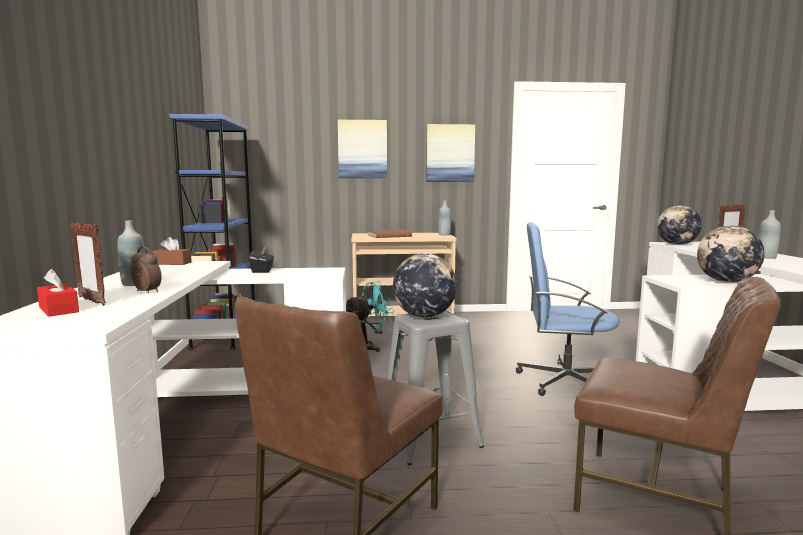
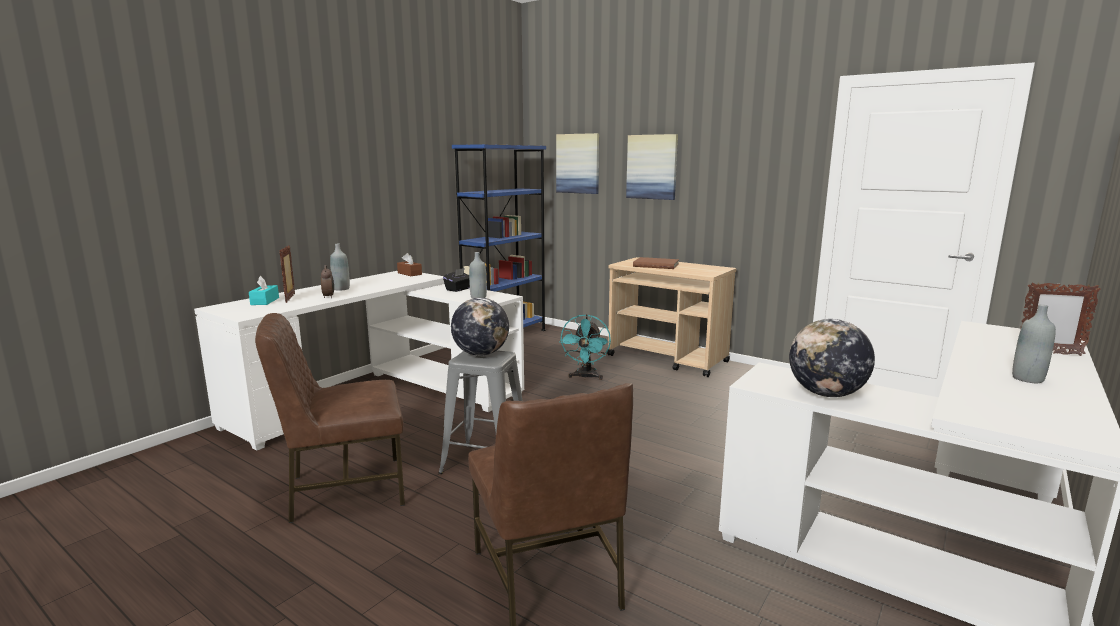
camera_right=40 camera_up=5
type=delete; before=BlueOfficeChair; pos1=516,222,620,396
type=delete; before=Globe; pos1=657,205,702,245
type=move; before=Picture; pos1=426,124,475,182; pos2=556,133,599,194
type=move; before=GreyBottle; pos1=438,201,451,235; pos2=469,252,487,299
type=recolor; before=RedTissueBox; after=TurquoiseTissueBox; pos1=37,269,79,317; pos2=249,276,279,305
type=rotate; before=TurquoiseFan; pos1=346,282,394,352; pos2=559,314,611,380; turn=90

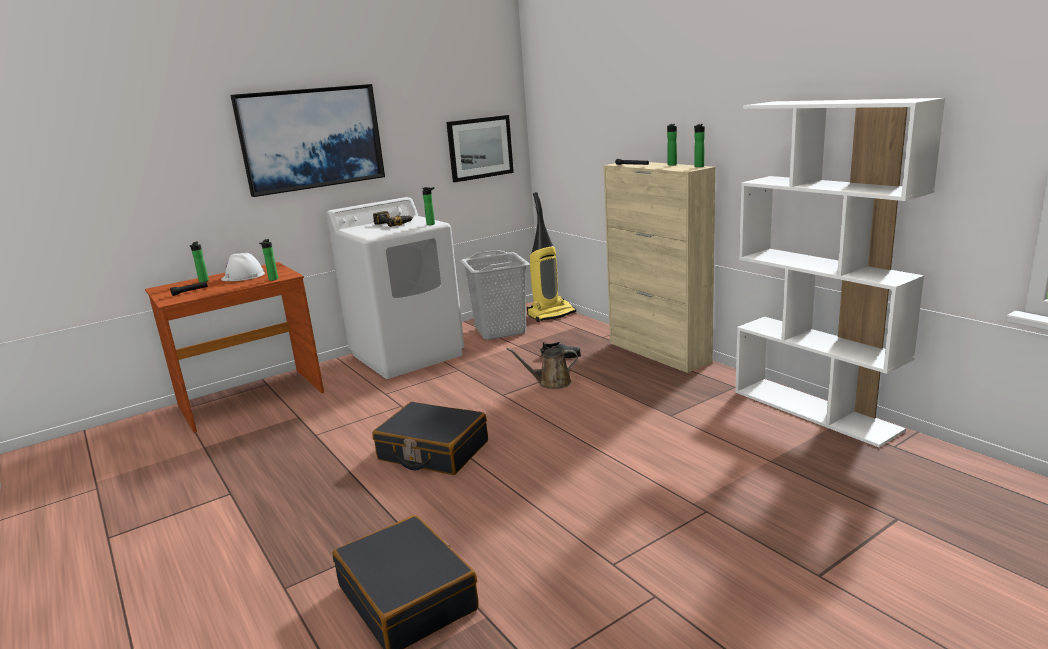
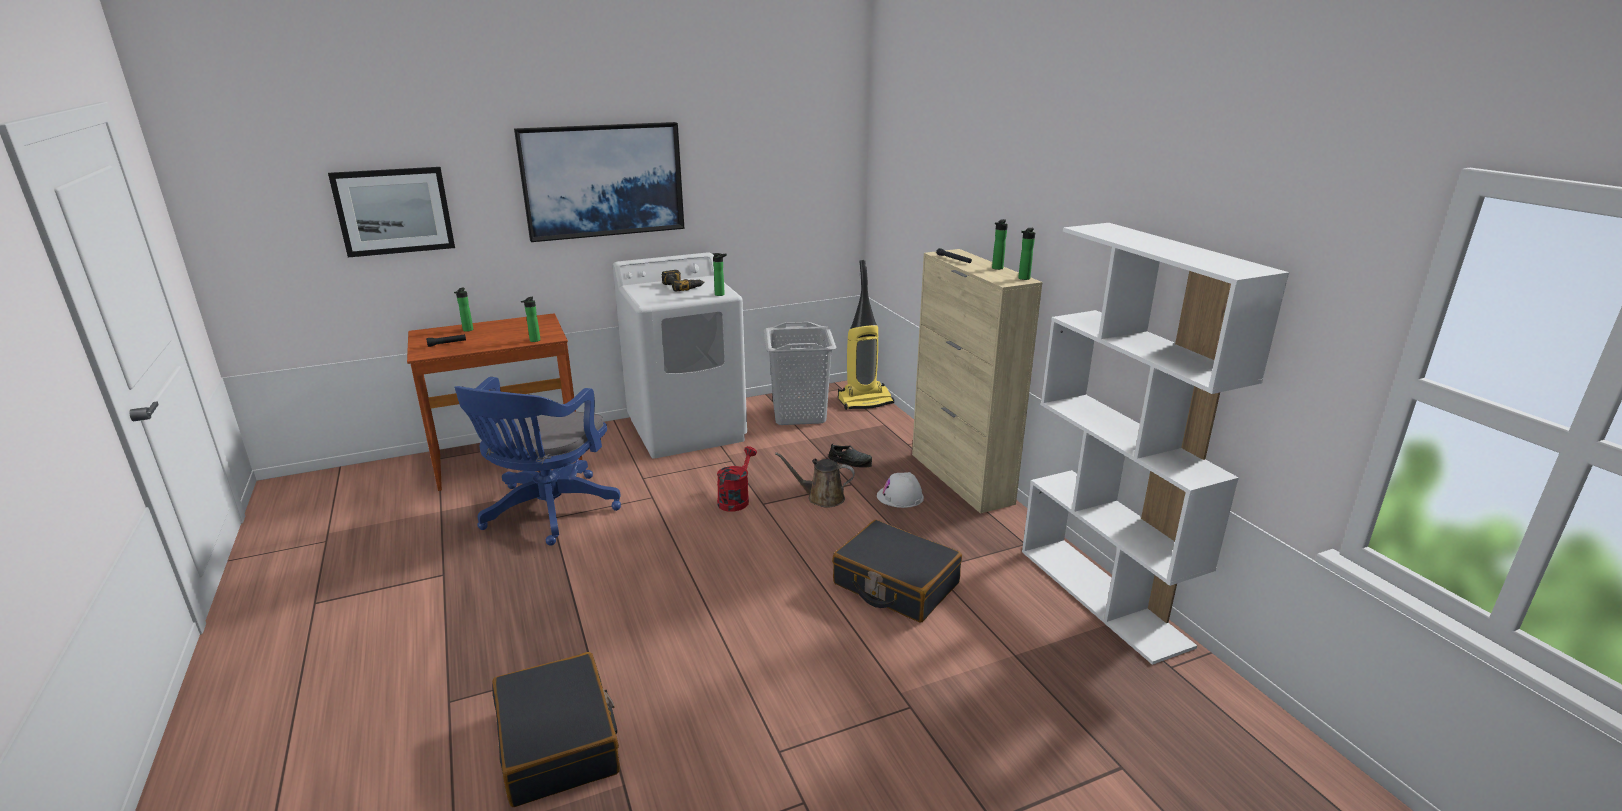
camera_right=10 camera_up=5
type=insert; after=BlueOfficeChair; pos2=454,377,621,546
type=insert; after=RedWateringCan; pos2=717,446,757,512
type=move; before=WhiteHardHat; pos1=221,253,265,281; pos2=877,472,924,508
type=move; before=BlackSuitcase; pos1=372,402,488,475; pos2=832,520,962,622
type=move; before=Picture; pos1=446,115,514,182; pos2=328,167,455,257

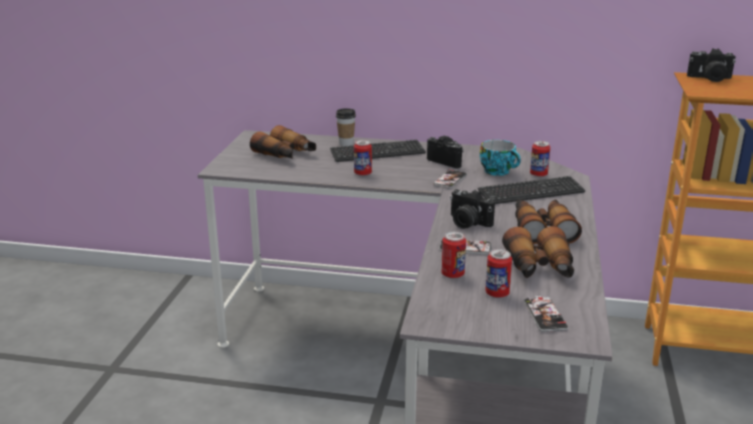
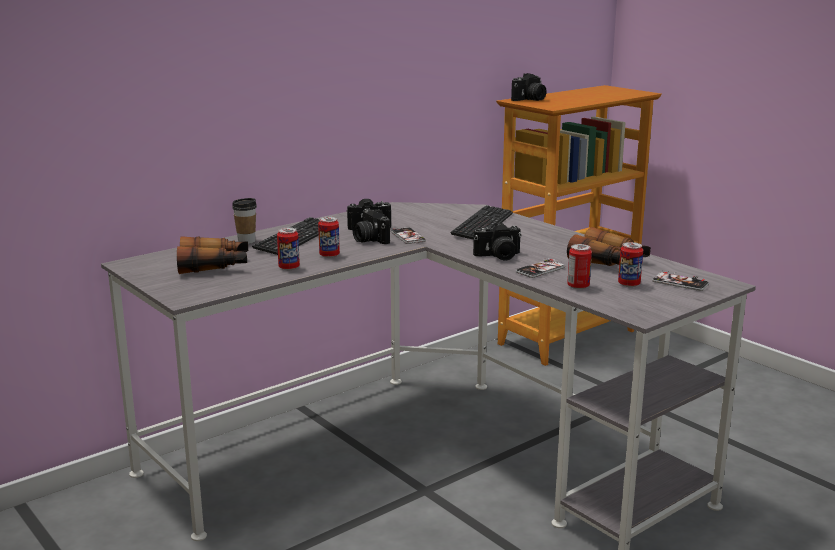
camera_right=-50 camera_up=-5
type=delete; before=Cup; pos1=480,140,521,176
type=delete; before=Binoculars; pos1=515,199,582,244
type=insert; after=PhotoCamera; pos2=353,208,390,244
type=move; before=Can; pos1=530,141,550,177; pos2=277,228,300,270

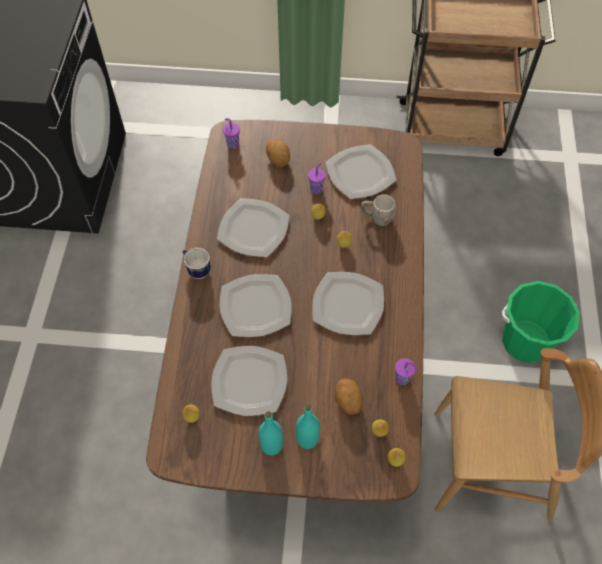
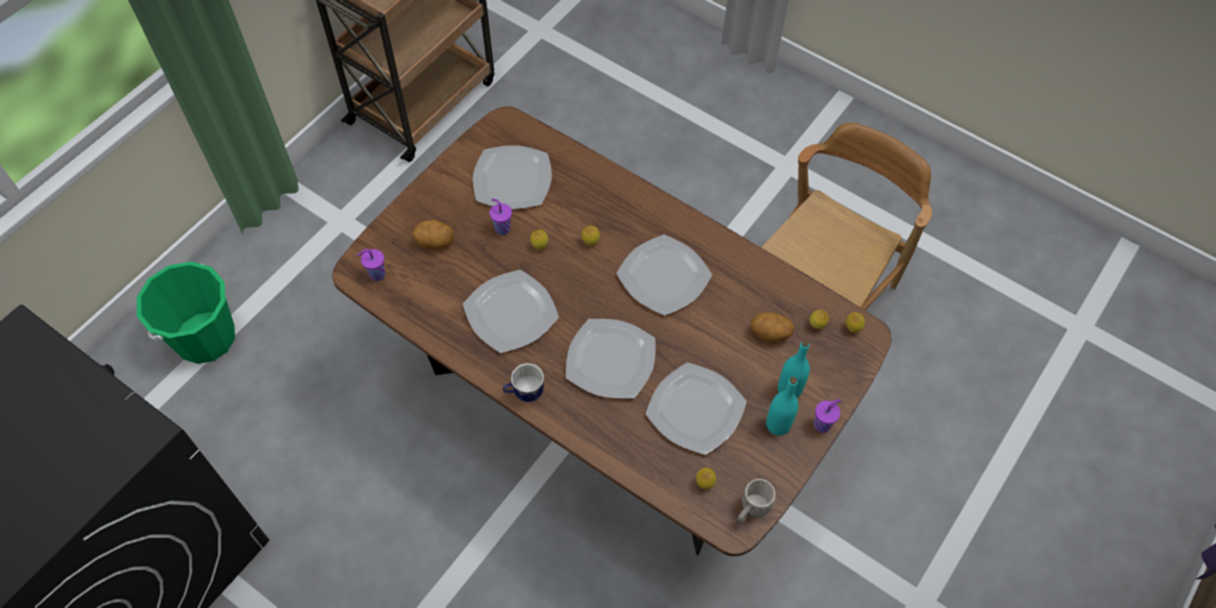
camera_right=-60 camera_up=0
type=move; before=GreyMug; pos1=361,195,396,226; pos2=737,479,776,525
type=move; before=PurpleCup; pos1=395,358,419,385; pos2=814,399,841,433
type=move; before=GreenBucket; pos1=502,281,580,363; pos2=137,262,235,364

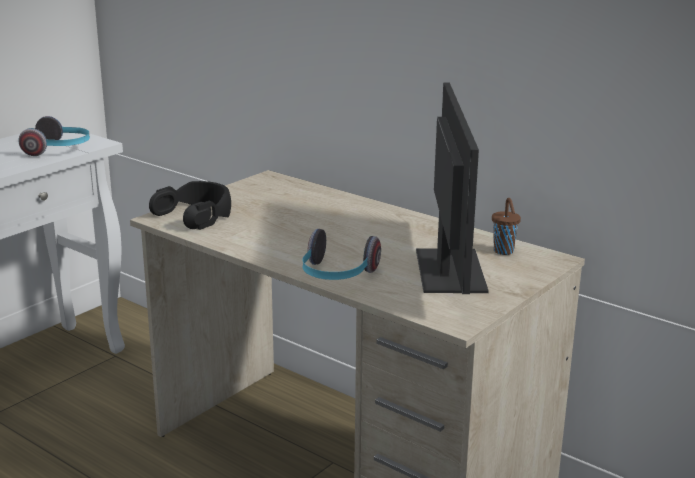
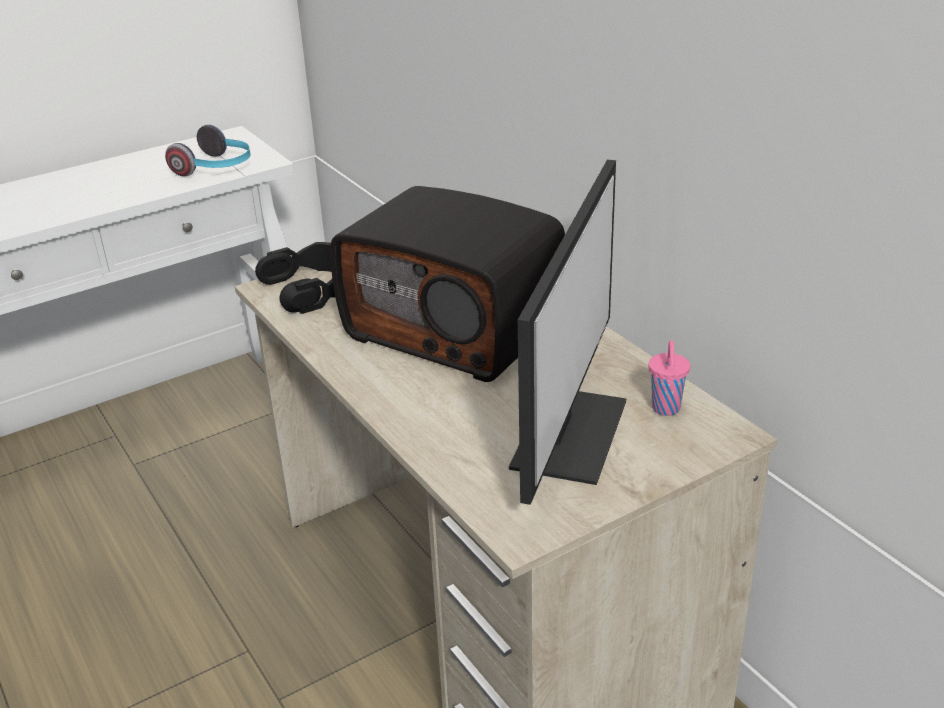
camera_right=20 camera_up=10
type=delete; before=Headphones; pos1=302,229,381,280
type=insert; after=Radio; pos2=330,186,565,382
type=recolor; before=BrownCup; after=PinkCup; pos1=492,198,521,255; pos2=648,340,690,416

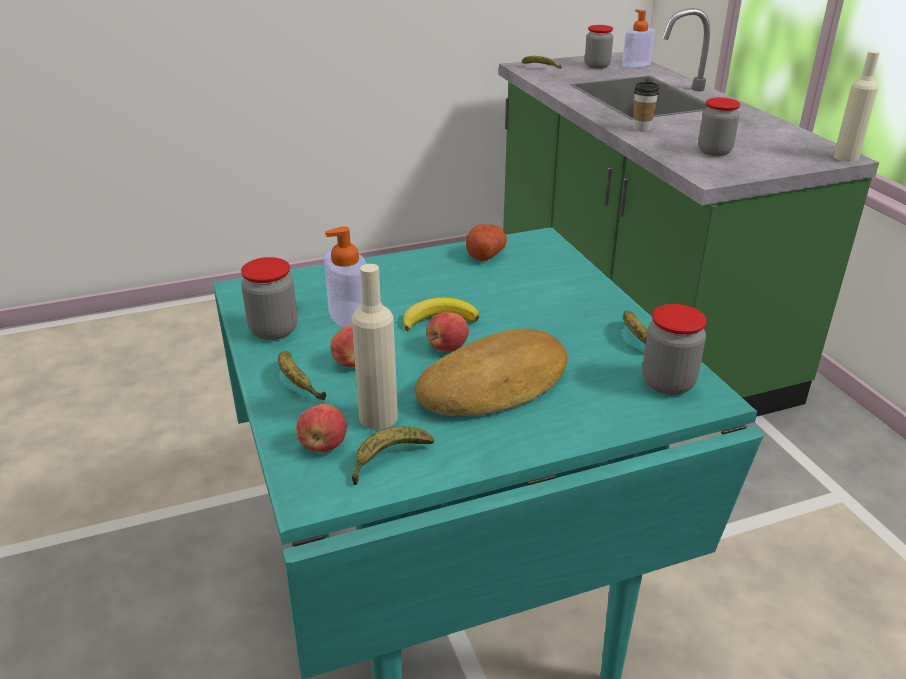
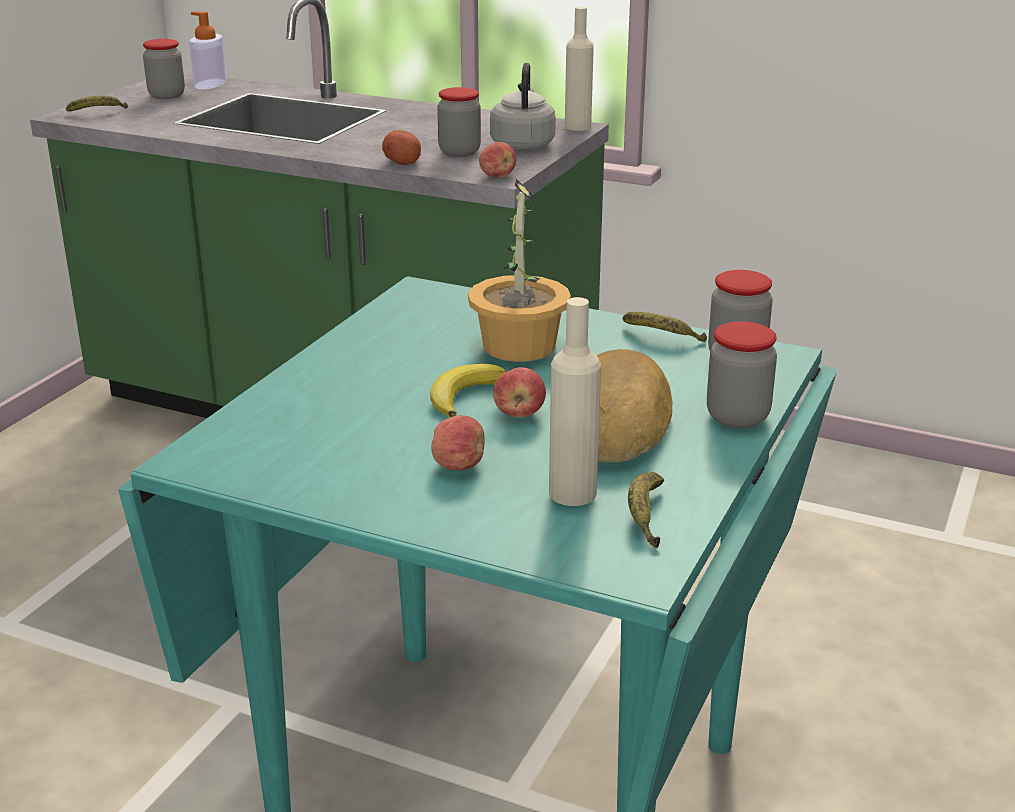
camera_right=-45 camera_up=-5
type=delete; before=Banana; pos1=278,351,326,400
type=delete; before=SoapDispenser; pos1=324,226,367,328
type=delete; before=Cup; pos1=633,82,659,132
type=insert; after=PottedPlant; pos2=468,179,571,362
type=insert; after=GreyKettle; pos2=490,63,556,150
type=move; before=Jar; pos1=241,257,298,340; pos2=707,322,777,428
type=move; before=Apple; pos1=296,404,347,453; pos2=479,142,516,178
type=move; before=Potato; pos1=466,224,507,261; pos2=382,130,421,165

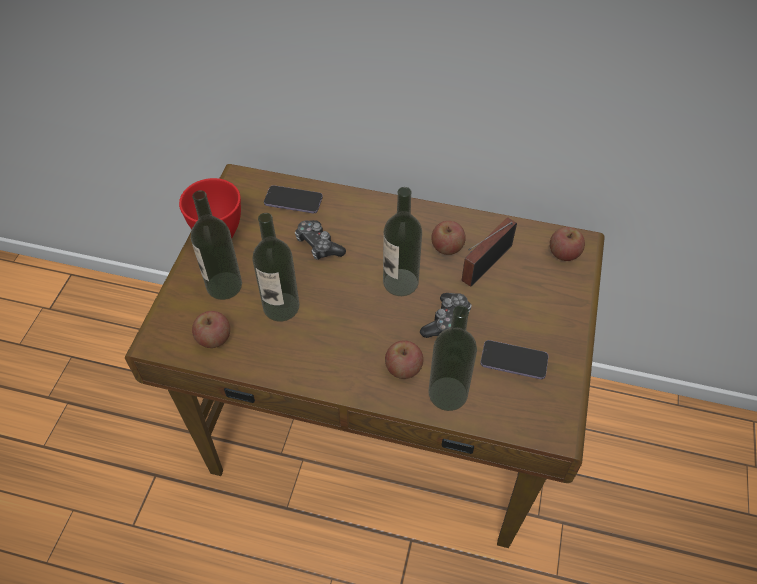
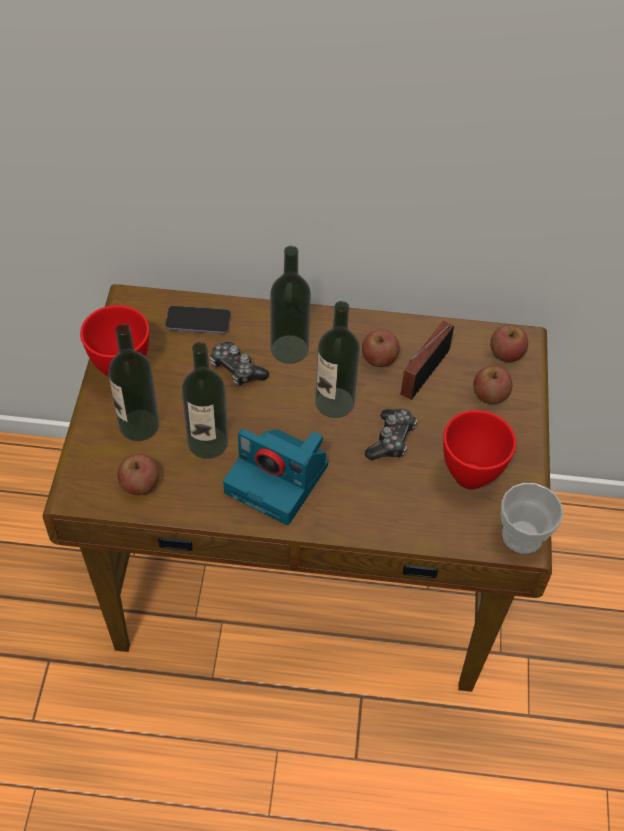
camera_right=-10 camera_up=0
type=insert; after=PhotoCamera; pos2=223,429,328,525
type=insert; after=Cup; pos2=501,483,563,554
type=move; before=Apple; pos1=385,341,423,379; pos2=473,365,512,404
type=move; before=Bottle; pos1=428,305,477,411; pos2=270,246,311,364
type=replace; before=Phone; after=RedBowl; pos1=480,340,548,379; pos2=443,410,516,489

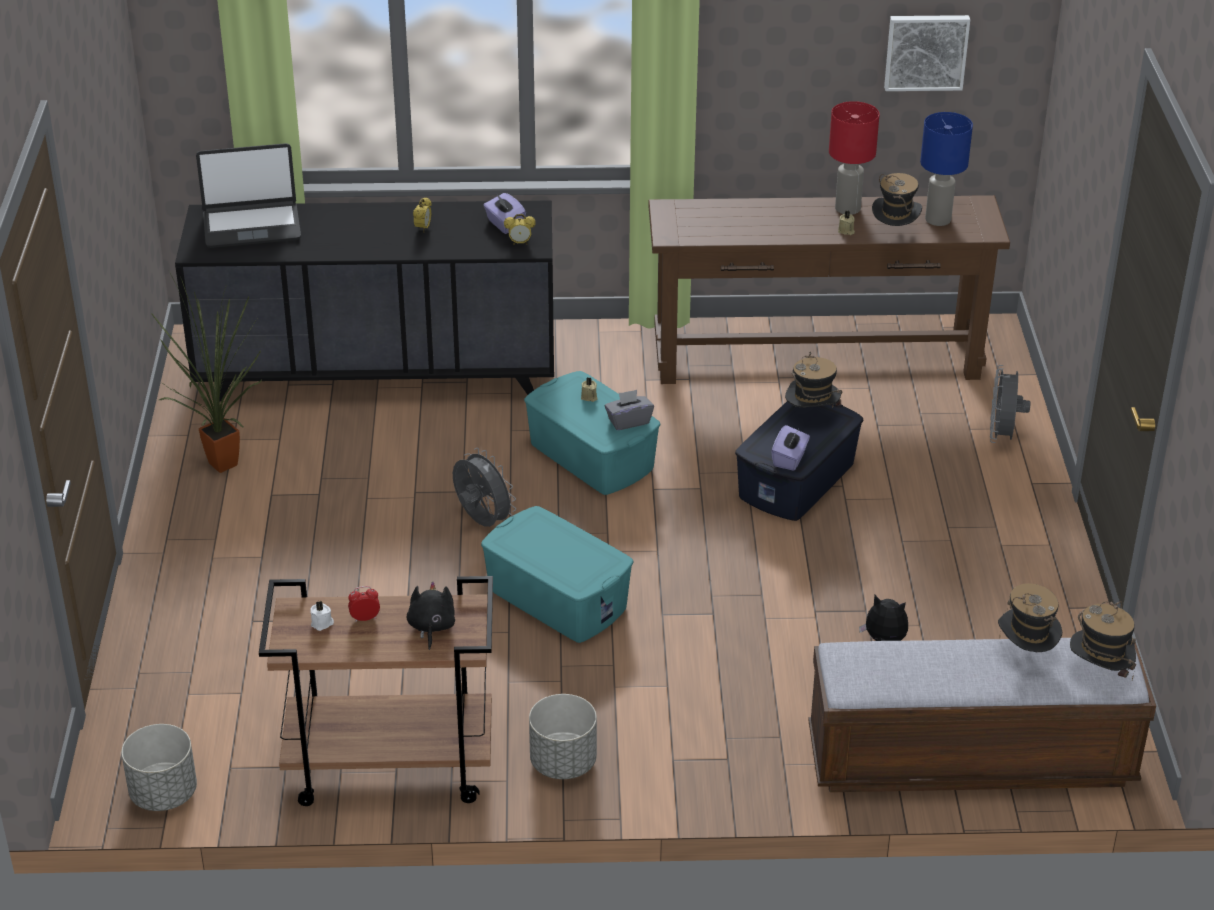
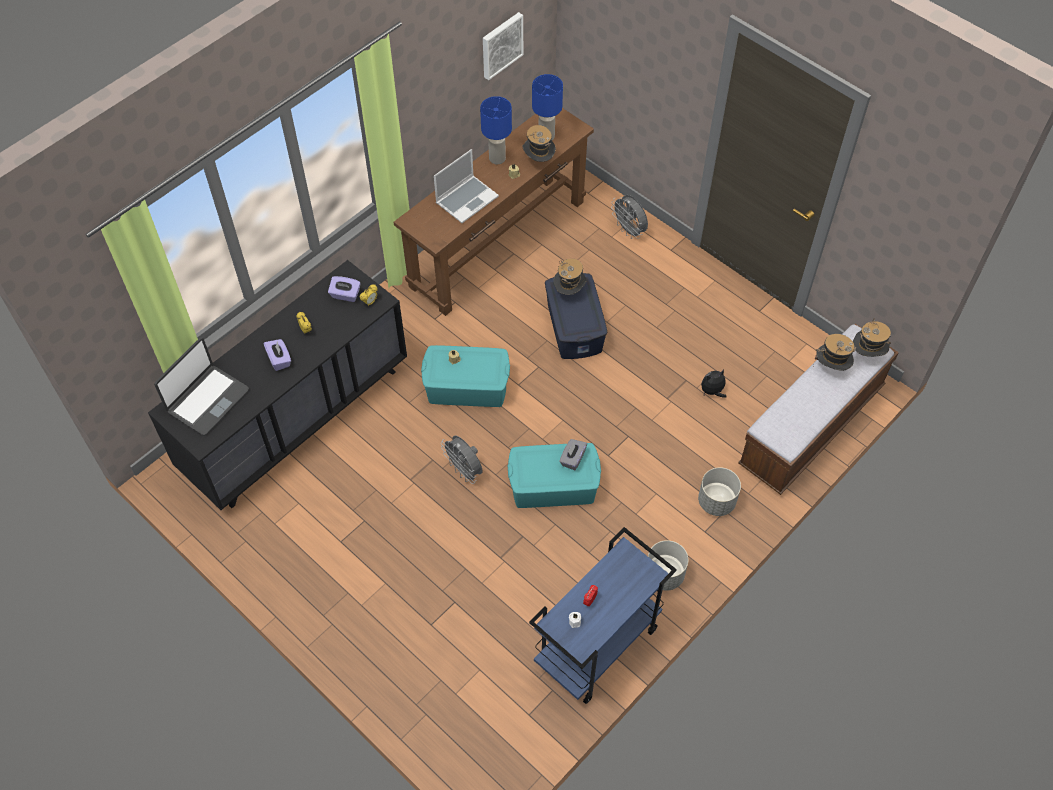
camera_right=-45 camera_up=20
type=delete; before=PottedPlant; pos1=151,273,262,473
type=delete; before=BlackPlushToy; pos1=407,581,455,650
type=insert; after=Laptop; pos2=434,149,499,223
type=move; before=GreyPlanter; pos1=121,724,197,811; pos2=698,467,741,516
type=move; before=GreyTissueBox; pos1=605,390,654,430; pos2=559,439,587,471
type=move; before=PurpleTissueBox; pos1=771,425,810,471; pos2=264,339,291,371
type=recolor; before=BrownCart; after=BlueCart; pos1=259,576,493,806; pos2=529,527,677,704
type=recolor; before=RedTableLamp; after=BlueTableLamp; pos1=829,101,880,215; pos2=480,96,512,164
type=rotate; before=GreyFan; pos1=453,448,516,527; pos2=441,435,482,484; turn=-135

